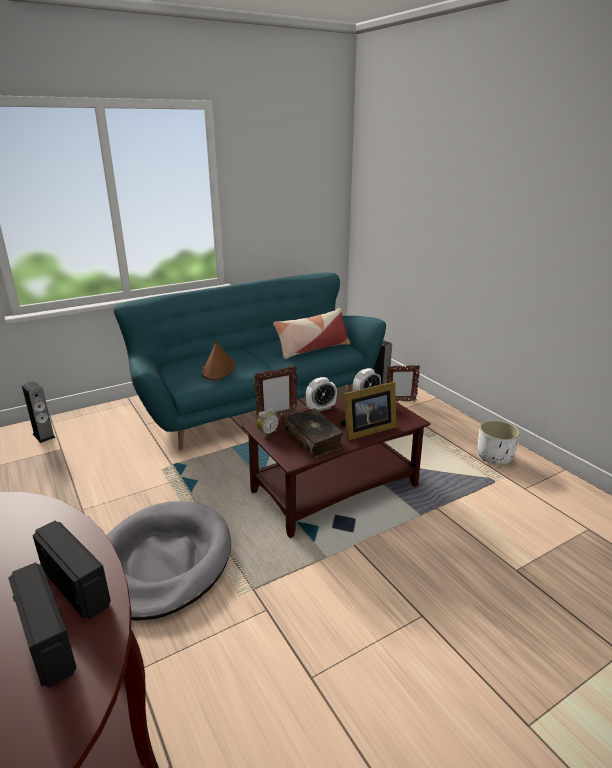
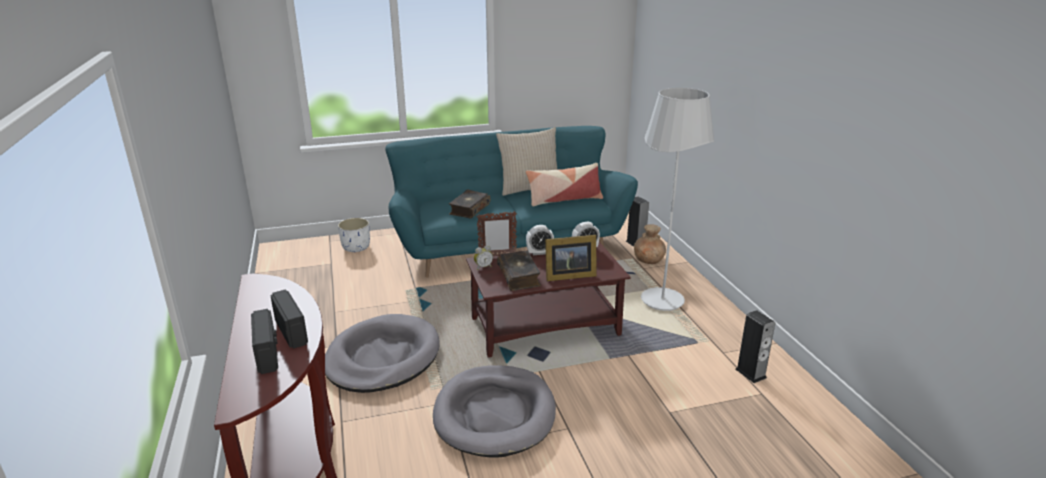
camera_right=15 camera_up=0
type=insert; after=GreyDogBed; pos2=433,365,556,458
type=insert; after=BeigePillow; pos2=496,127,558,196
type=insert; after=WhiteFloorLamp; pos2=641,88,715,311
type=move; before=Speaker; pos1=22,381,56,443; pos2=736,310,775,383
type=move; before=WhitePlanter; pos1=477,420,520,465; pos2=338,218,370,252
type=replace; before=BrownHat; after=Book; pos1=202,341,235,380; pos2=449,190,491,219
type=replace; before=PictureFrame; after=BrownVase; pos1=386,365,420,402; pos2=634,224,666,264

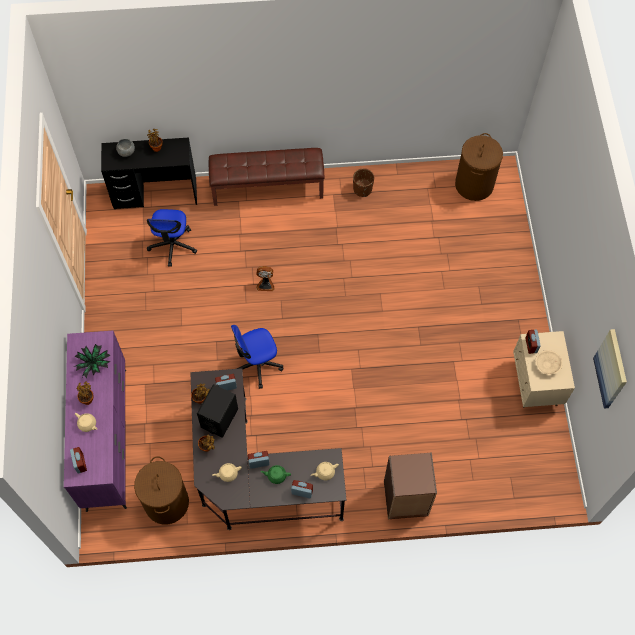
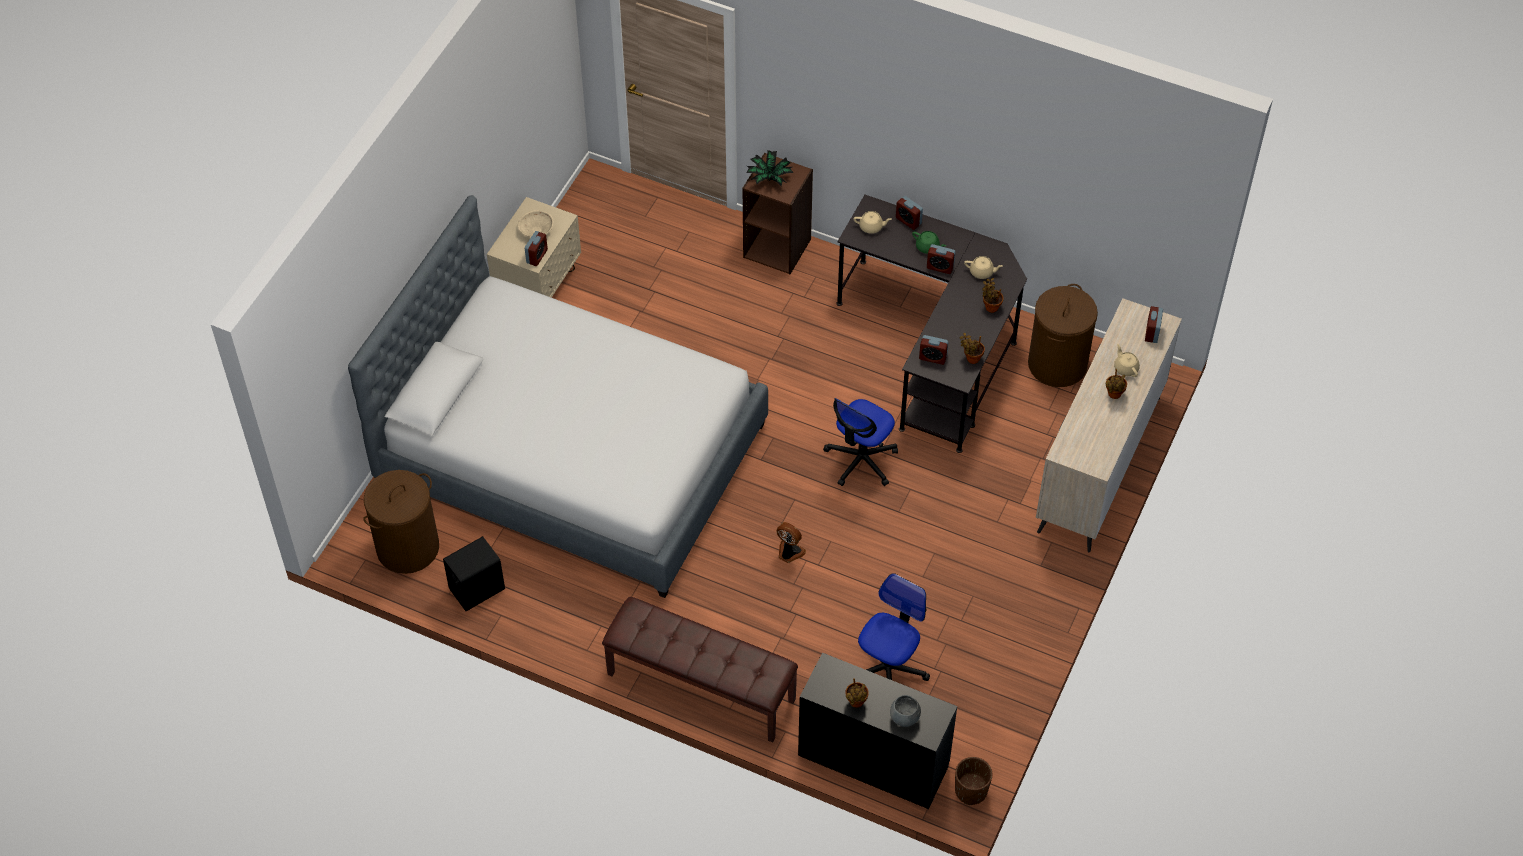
camera_right=-150 camera_up=-10
type=delete; before=Picture; pos1=593,329,627,409
type=insert; after=Bed; pos2=348,195,768,598
type=move; before=PottedPlant; pos1=74,344,111,379; pos2=746,150,794,187
type=move; before=BlackSpeaker; pos1=197,385,238,438; pos2=443,536,505,611
type=move; before=BrownPlanter; pos1=353,168,374,197; pos2=955,757,992,805
type=recolor; before=PurpleDresser; after=BeigeDresser; pos1=64,331,127,512; pos2=1036,298,1182,552
type=rotate; before=OfficeChair; pos1=231,325,284,389; pos2=823,398,898,486; turn=120

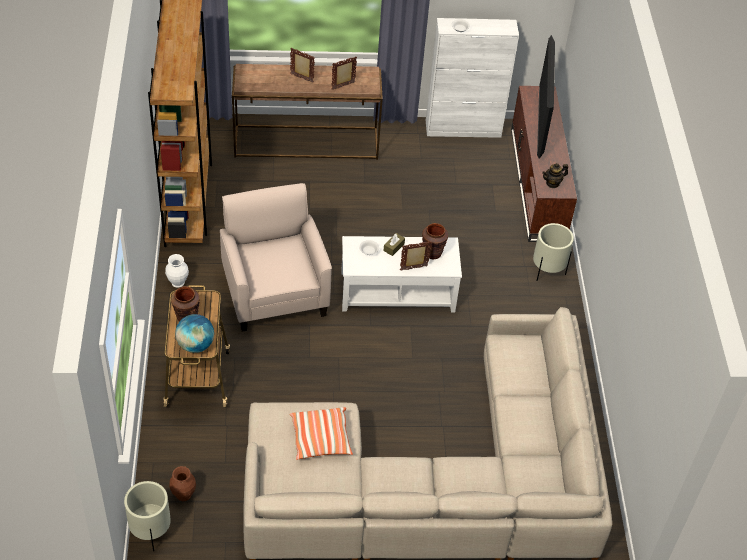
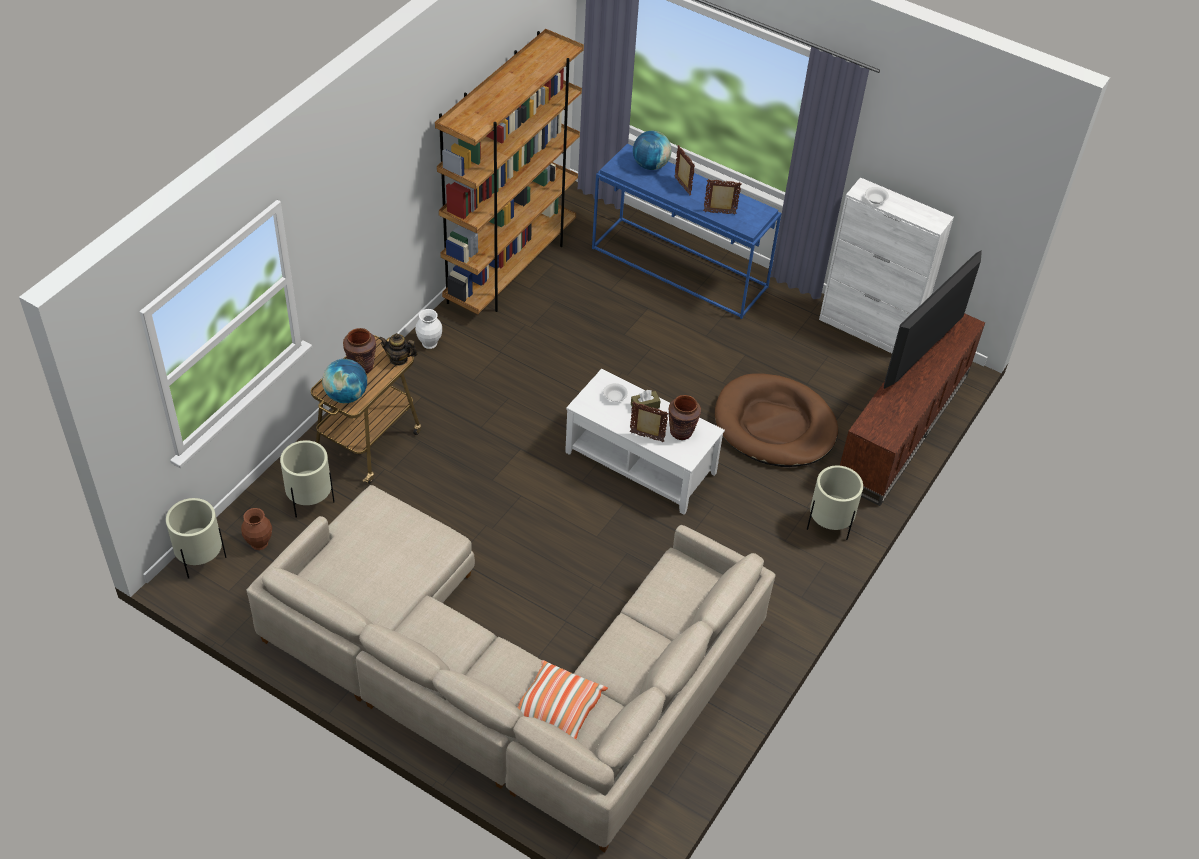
camera_right=35 camera_up=0
type=delete; before=BeigeArmchair; pos1=220,183,332,332
type=insert; after=BeigePlanter; pos2=280,440,335,518
type=insert; after=Globe; pos2=633,131,672,170
type=insert; after=BrownDogBed; pos2=715,373,838,467
type=move; before=Pillow; pos1=290,407,353,460; pos2=517,660,608,739
type=move; before=Teapot; pos1=542,163,568,188; pos2=379,333,418,366
type=recolor; before=BrownConsoleTable; after=BlueConsoleTable; pos1=232,64,383,160; pos2=592,144,782,319

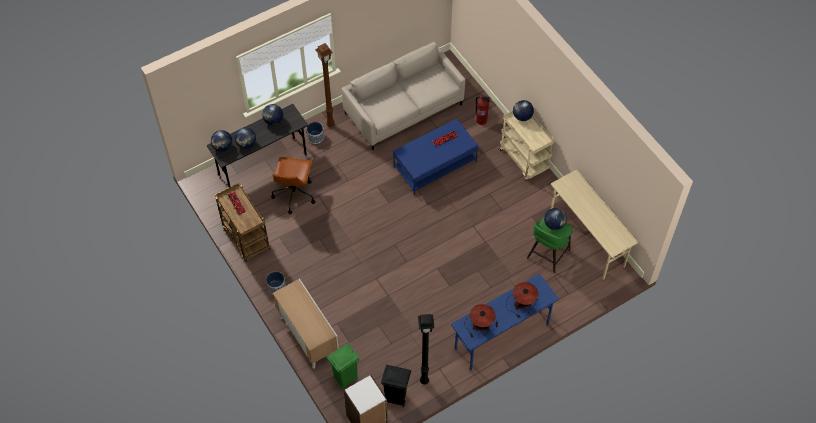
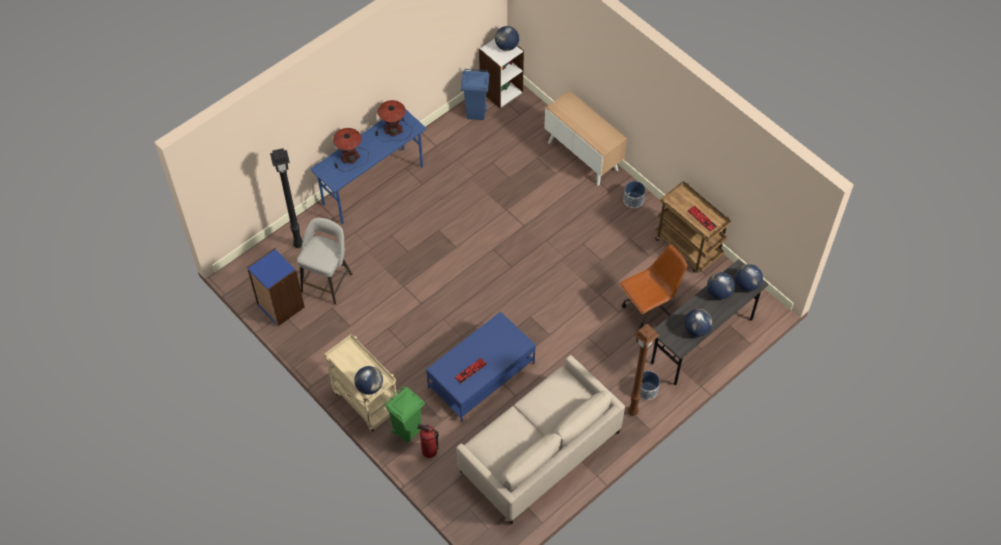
camera_right=170 camera_up=0
type=move; before=GreenTrashCan; pos1=326,343,359,390; pos2=385,386,425,443
type=move; before=BlackFloorLamp; pos1=418,314,434,385; pos2=270,148,303,248
type=move; before=Globe; pos1=544,208,566,230; pos2=495,26,519,51
type=replace; before=BeigeDesk; after=BlueBookcase; pos1=551,170,638,280; pos2=247,248,304,326
type=recolor; before=BlackTrashCan; after=BlueTrashCan; pos1=381,365,411,407; pos2=461,69,489,120
type=recolor; before=GreenStool; after=GreyStool; pos1=527,216,573,273; pos2=297,218,352,304
type=rotate; before=BrownOfficeChair; pos1=271,157,315,214; pos2=620,245,687,329; turn=60

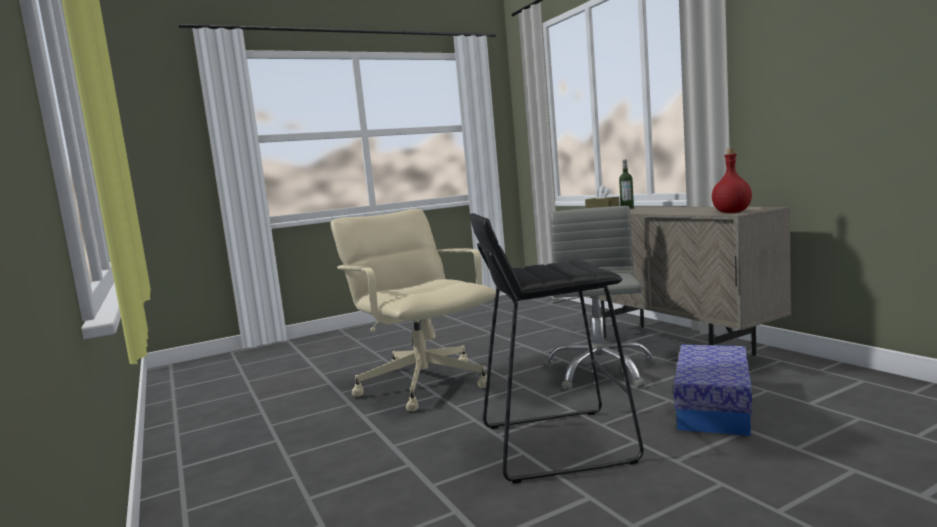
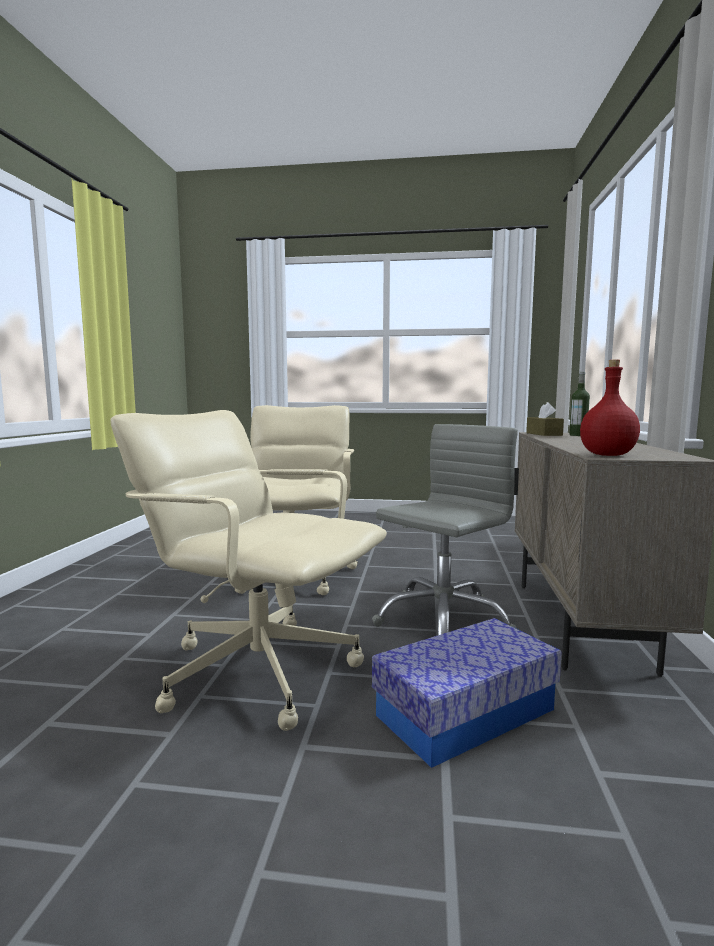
camera_right=35 camera_up=0
type=replace; before=BlackStool; after=BeigeOfficeChair; pos1=470,213,644,484; pos2=110,410,387,731

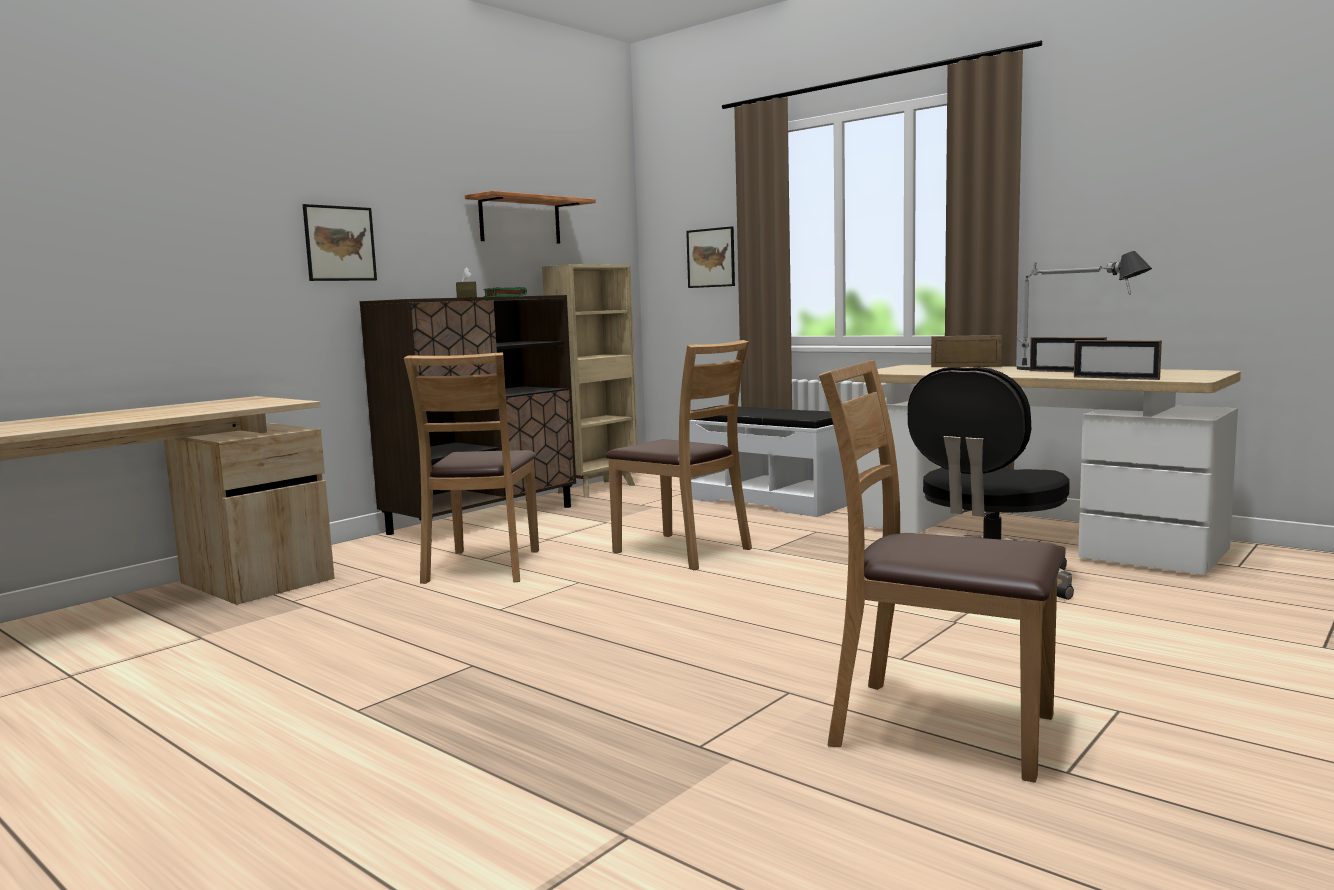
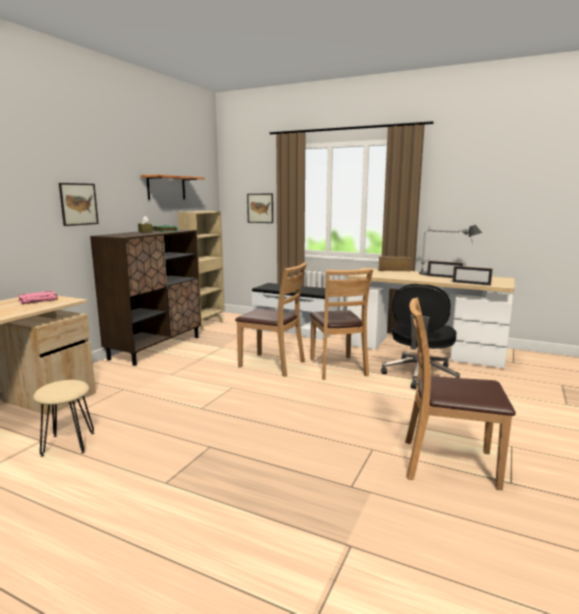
camera_right=-15 camera_up=5
type=insert; after=PinkBook; pos2=17,291,58,304
type=insert; after=BeigeStool; pos2=33,380,94,457
type=move; before=BrownChair; pos1=404,353,539,584; pos2=310,268,373,380

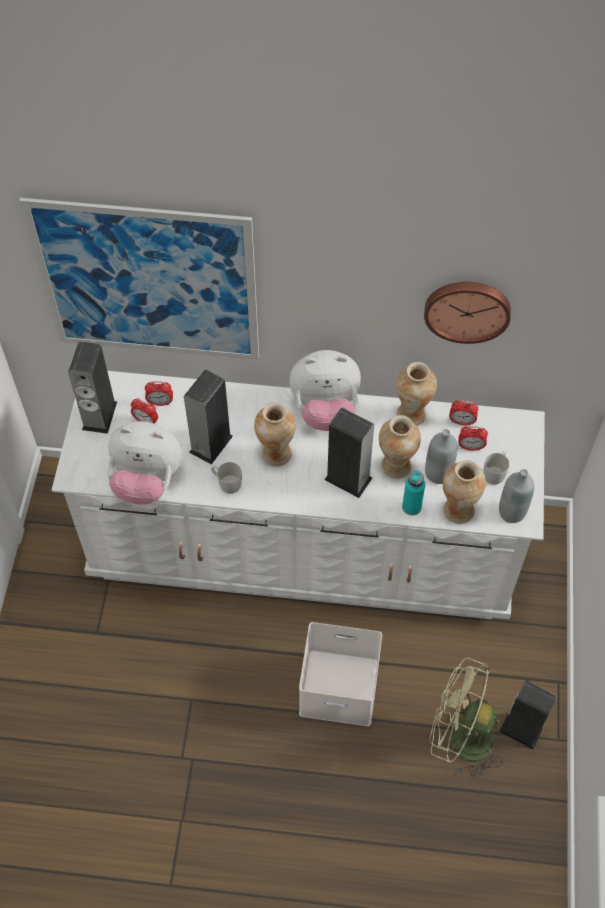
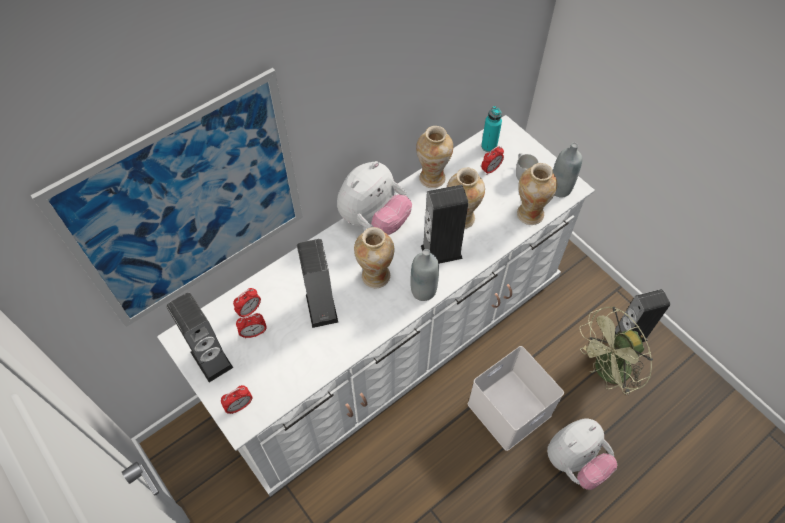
camera_right=-45 camera_up=0
type=delete; before=WhiteMug; pos1=211,462,242,494
type=delete; before=WallClock; pos1=424,282,511,344
type=move; before=PlushToy; pos1=108,421,182,505; pos2=547,418,617,490
type=move; before=TurquoiseBottle; pos1=402,470,425,515; pos2=481,106,502,152
type=move; before=GreyBottle; pos1=425,429,458,484; pos2=410,249,439,301
type=move; before=AlarmClock; pos1=449,400,478,426; pos2=221,385,252,414

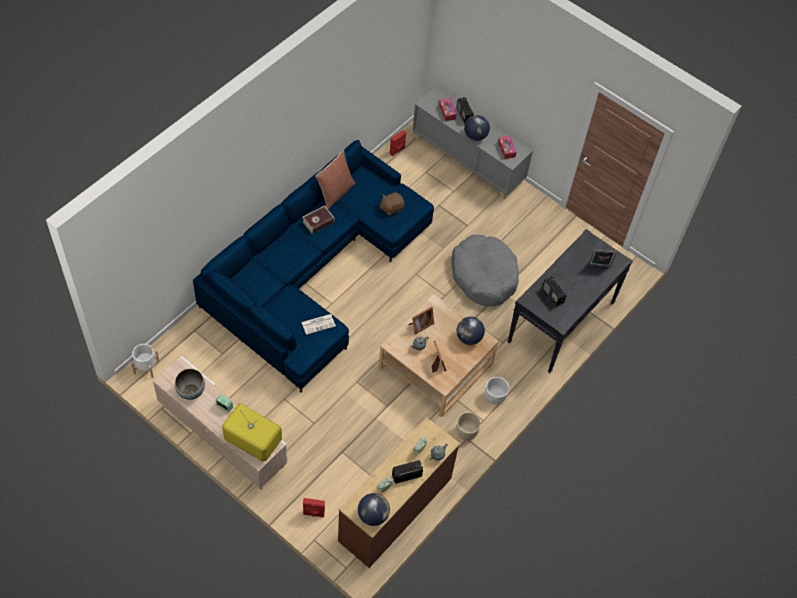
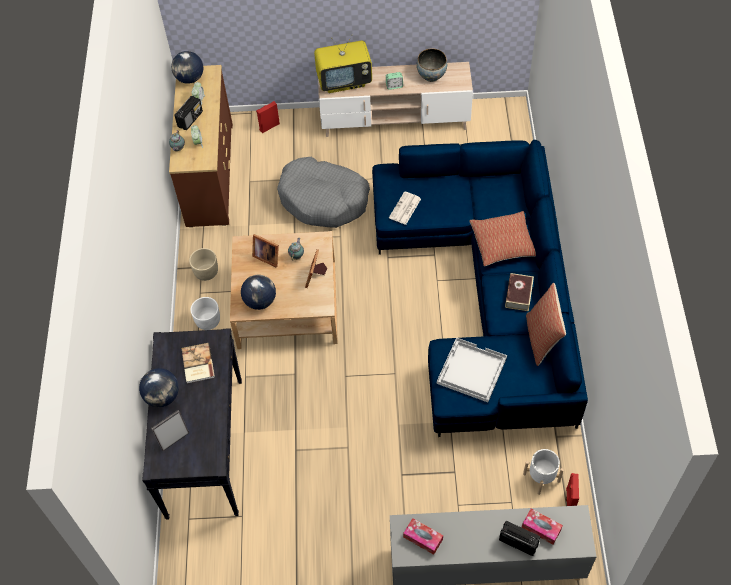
camera_right=145 camera_up=0
type=insert; after=Pillow; pos2=469,211,536,266
type=move; before=WhitePlanter; pos1=131,344,160,378; pos2=523,449,564,495
type=move; before=GreyDogBed; pos1=451,235,519,307; pos2=277,157,370,228
type=move; before=Globe; pos1=464,115,490,141; pos2=139,368,179,407
type=replace; before=BrownPlushToy; after=WhiteTray; pos1=380,192,405,216; pos2=437,337,507,402
type=replace; before=Radio; after=Book; pos1=542,276,567,306; pos2=181,343,215,384

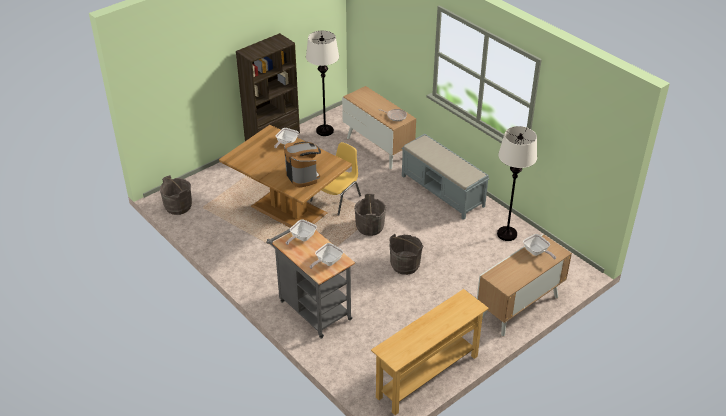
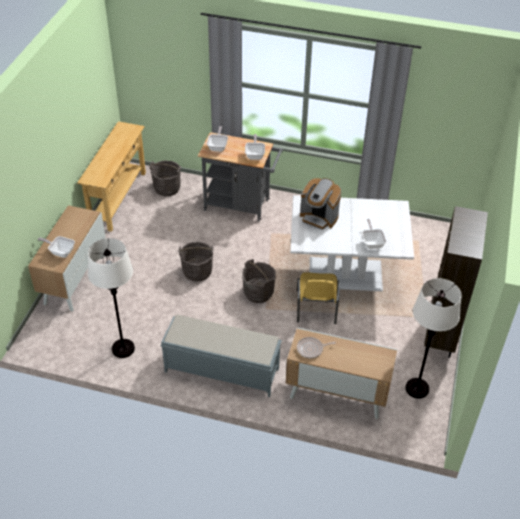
camera_right=145 camera_up=5
type=move; before=GreyBucket; pos1=160,175,192,215; pos2=149,160,181,196
type=recolor; before=BrownDiningTable; after=WhiteDiningTable; pos1=219,125,352,228; pos2=290,195,414,292

